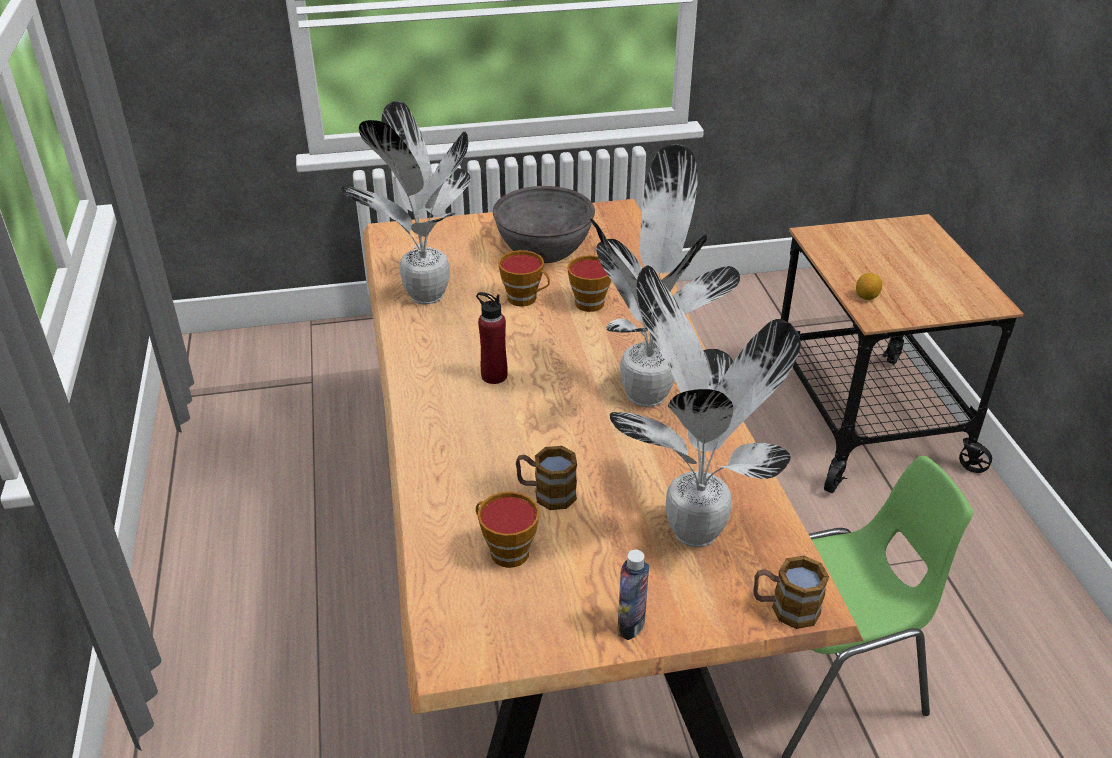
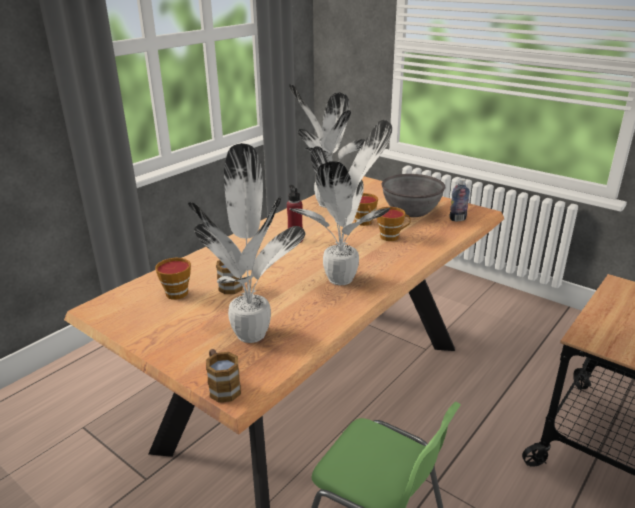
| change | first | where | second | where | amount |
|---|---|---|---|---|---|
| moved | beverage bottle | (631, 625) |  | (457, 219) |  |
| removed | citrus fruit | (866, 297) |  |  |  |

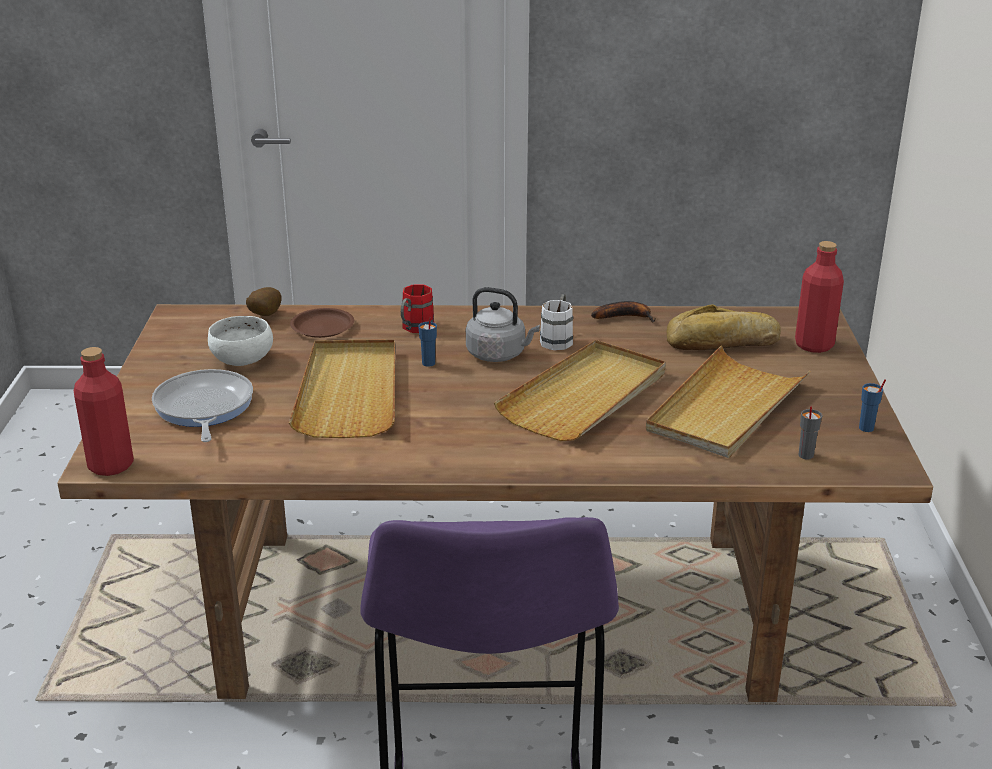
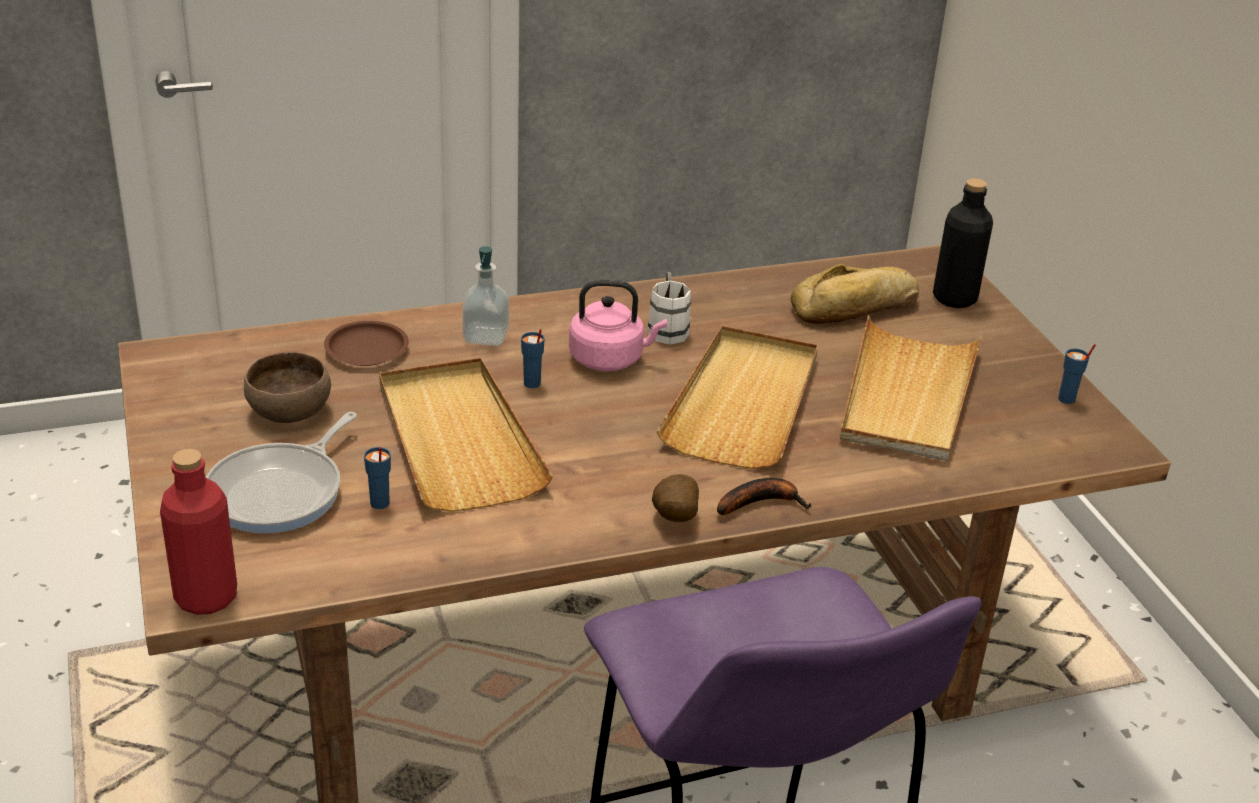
| change | first | where | second | where | amount |
|---|---|---|---|---|---|
| turned | skillet | (203, 408) |  | (281, 492) | 120 degrees counterclockwise |
| recoloured | whitish bowl | (241, 359) | brown-coloured bowl | (288, 412) |  |
| added |  |  | blue-coloured small cup | (379, 504) |  |
| replaced | red-coloured mug | (414, 329) | liquid soap bottle | (486, 337) |  |
| recoloured | grey kettle | (499, 354) | pinkish kettle | (610, 359) |  |
| moved | potato | (263, 316) |  | (673, 519) |  |
| moved | banana | (625, 317) |  | (761, 502) |  |
| recoloured | red-coloured beverage bottle | (814, 345) | black beverage bottle | (954, 298) |  |
| removed | grey small cup | (805, 455) |  |  |  |

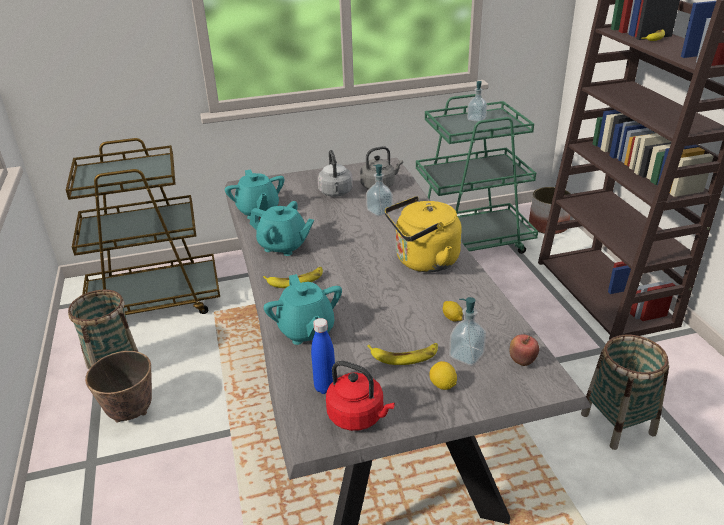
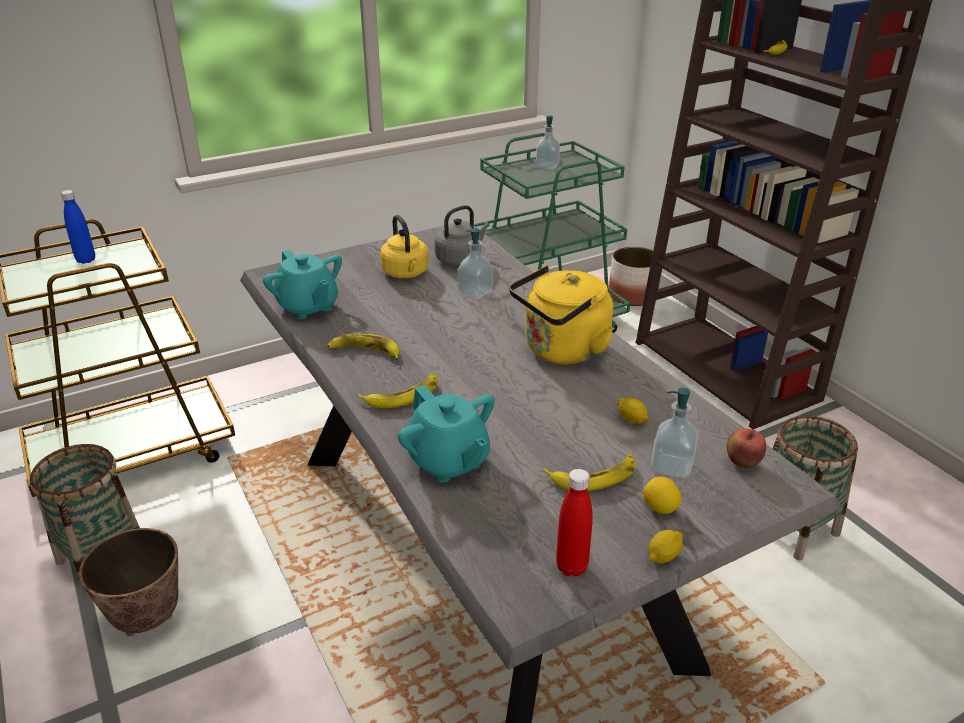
| change | first | where | second | where | amount |
|---|---|---|---|---|---|
| moved | blue-coloured beverage bottle | (325, 387) |  | (86, 260) |  |
| replaced | turquoise pot for tea | (283, 246) | banana | (365, 351) |  |
| recoloured | grey kettle | (336, 193) | yellowish kettle | (406, 273) |  |
| replaced | red-coloured kettle | (358, 416) | red-coloured beverage bottle | (571, 567) |  |
| added |  |  | citrus fruit | (663, 556) |  |

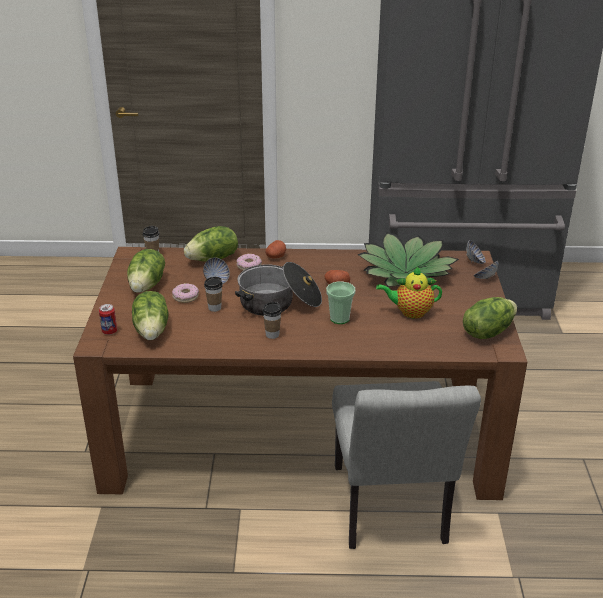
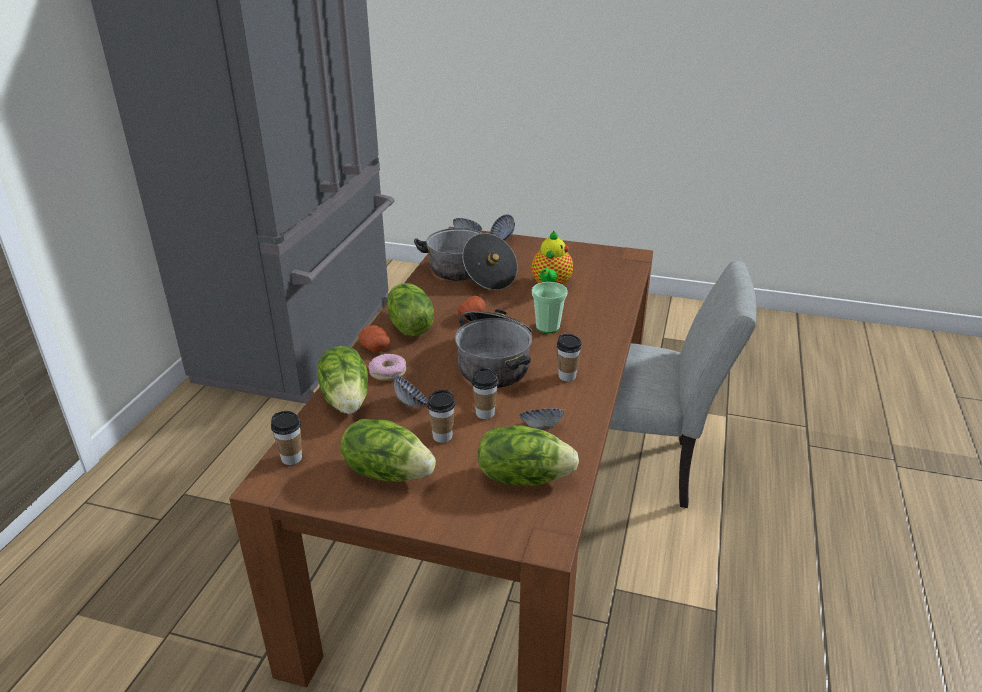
| change | first | where | second | where | amount |
|---|---|---|---|---|---|
| moved | head of lettuce | (487, 332) |  | (409, 327) |  |
| replaced | potted plant | (406, 273) | saucepot | (469, 274) |  |
| replaced | ring doughnut | (185, 297) | small cup | (442, 436) |  |
| added |  |  | bowl | (541, 428) |  |
| removed | sealed can | (109, 331) |  |  |  |

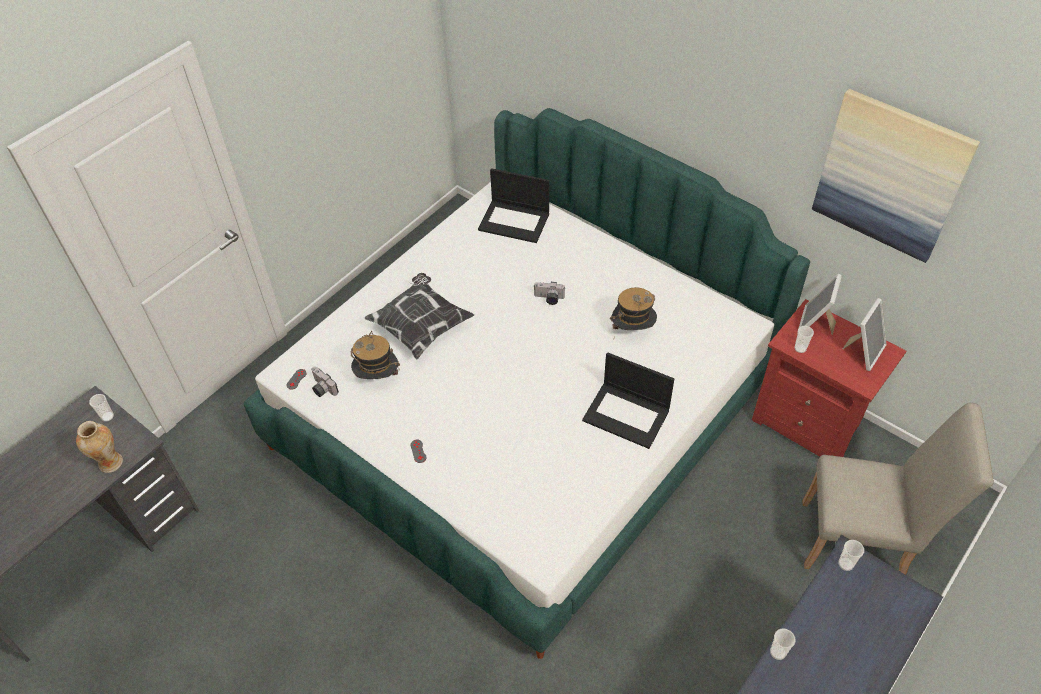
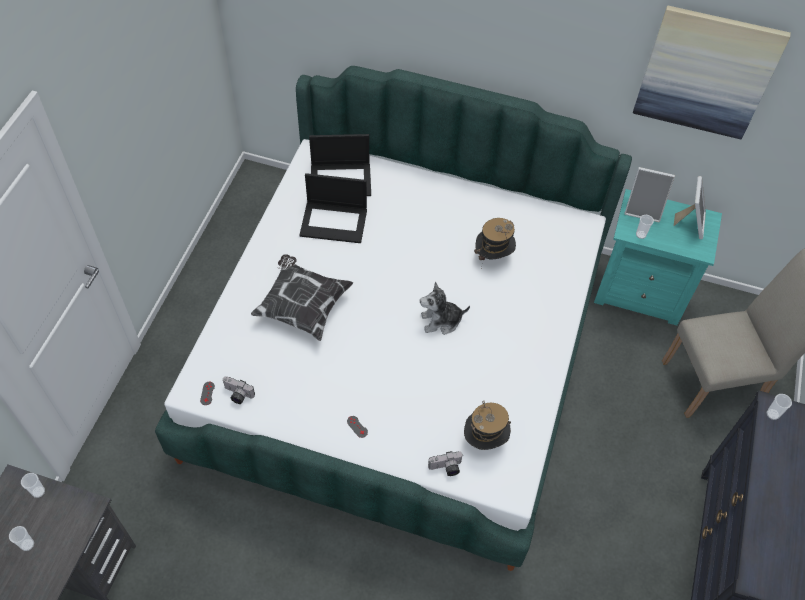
| change | first | where | second | where | amount |
|---|---|---|---|---|---|
| moved | small cup | (777, 652) |  | (27, 544) |  |
| moved | laptop | (627, 415) |  | (334, 222) |  |
| added |  |  | soft toy | (441, 321) |  |
| moved | still camera | (548, 299) |  | (446, 468) |  |
| moved | hat | (378, 378) |  | (485, 440) |  |
| recoloured | red-coloured bedside table | (810, 423) | turquoise bedside table | (640, 292) |  |
| turned | standing frame | (816, 324) |  | (643, 209) | 75 degrees counterclockwise |
| removed | vase | (110, 463) |  |  |  |

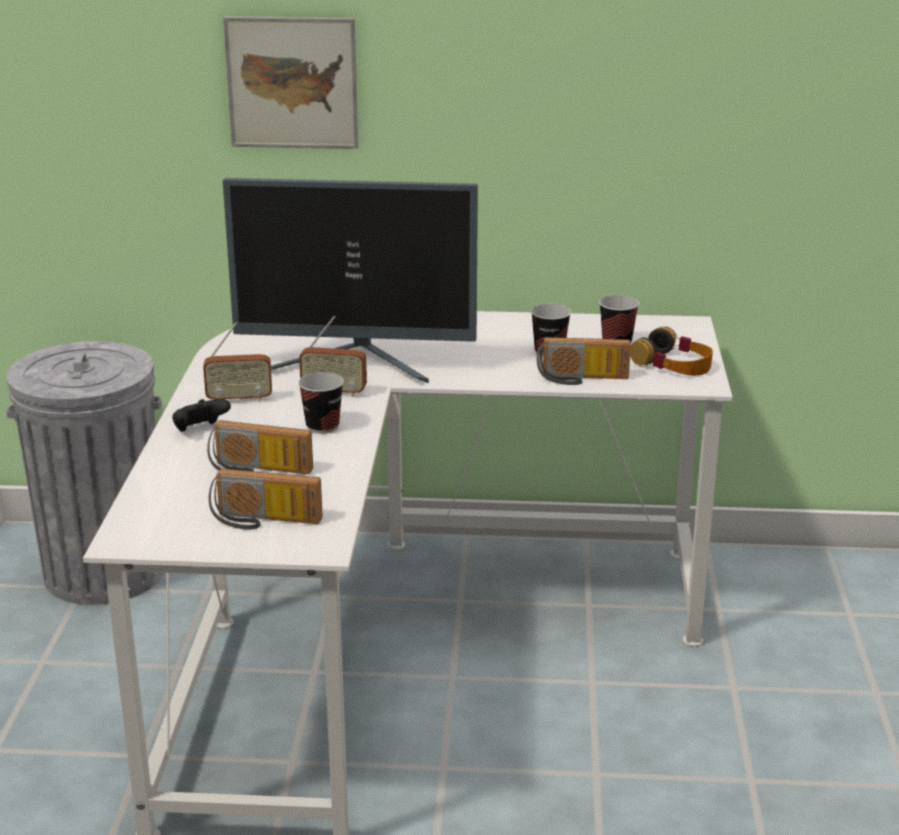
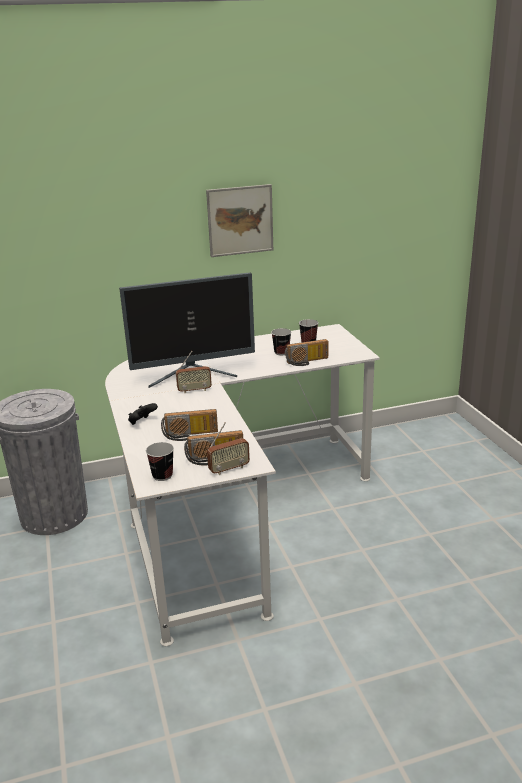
| change | first | where | second | where | amount |
|---|---|---|---|---|---|
| moved | small cup | (322, 427) |  | (162, 475) |  |
| moved | wall picture | (292, 82) |  | (240, 220) |  |
| moved | radio | (239, 399) |  | (229, 469) |  |
| removed | pair of headphones | (673, 364) |  |  |  |

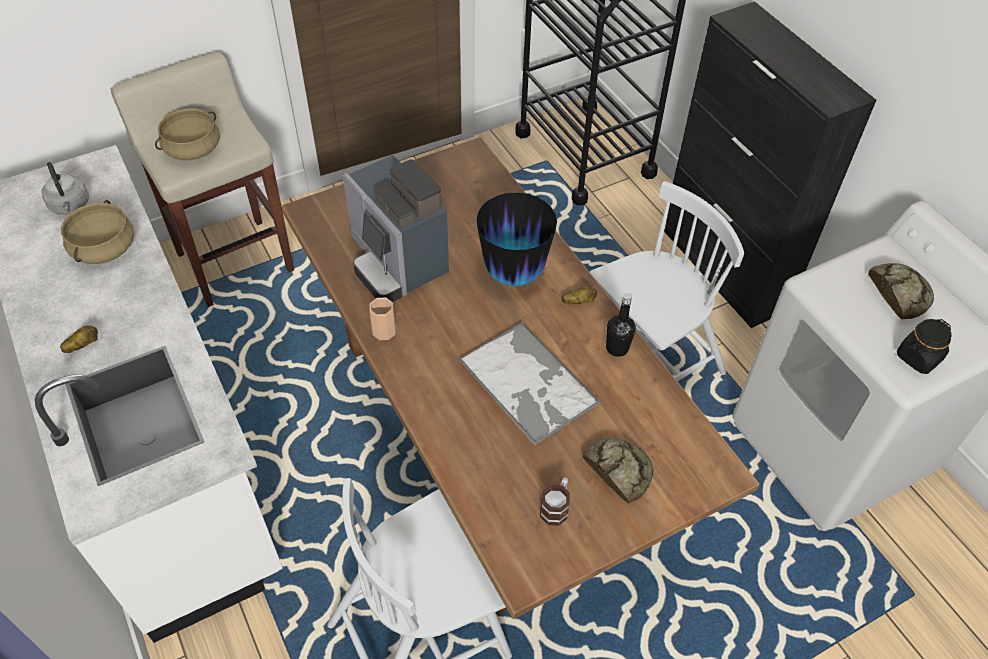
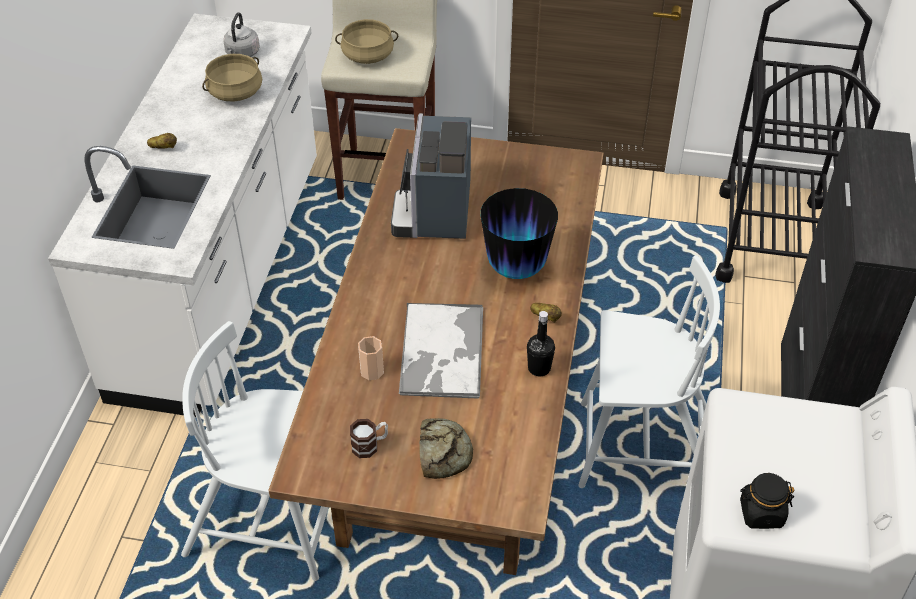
| change | first | where | second | where | amount |
|---|---|---|---|---|---|
| moved | small cup | (384, 331) |  | (372, 371) |  |
| removed | baked bread | (899, 293) |  |  |  |

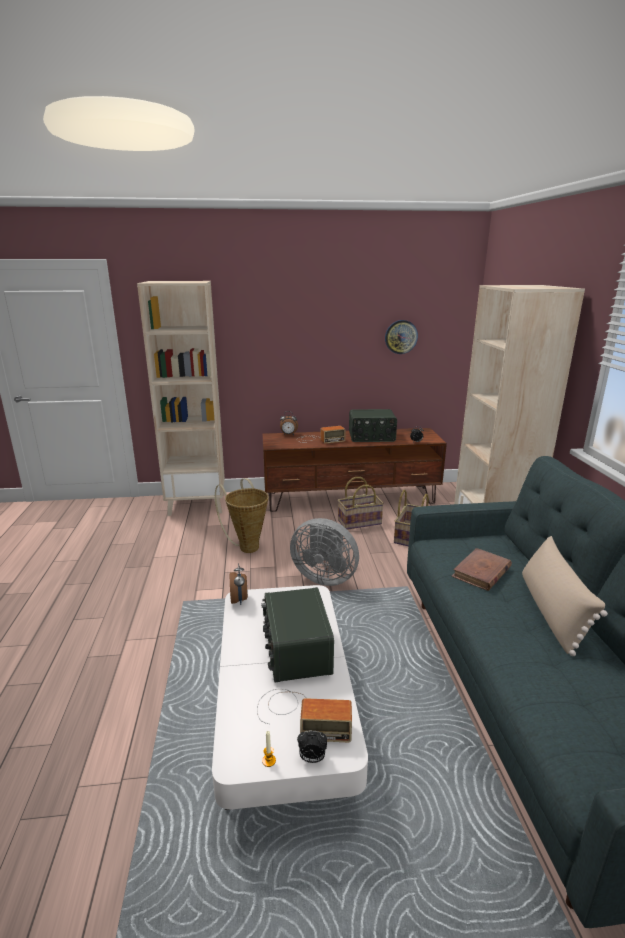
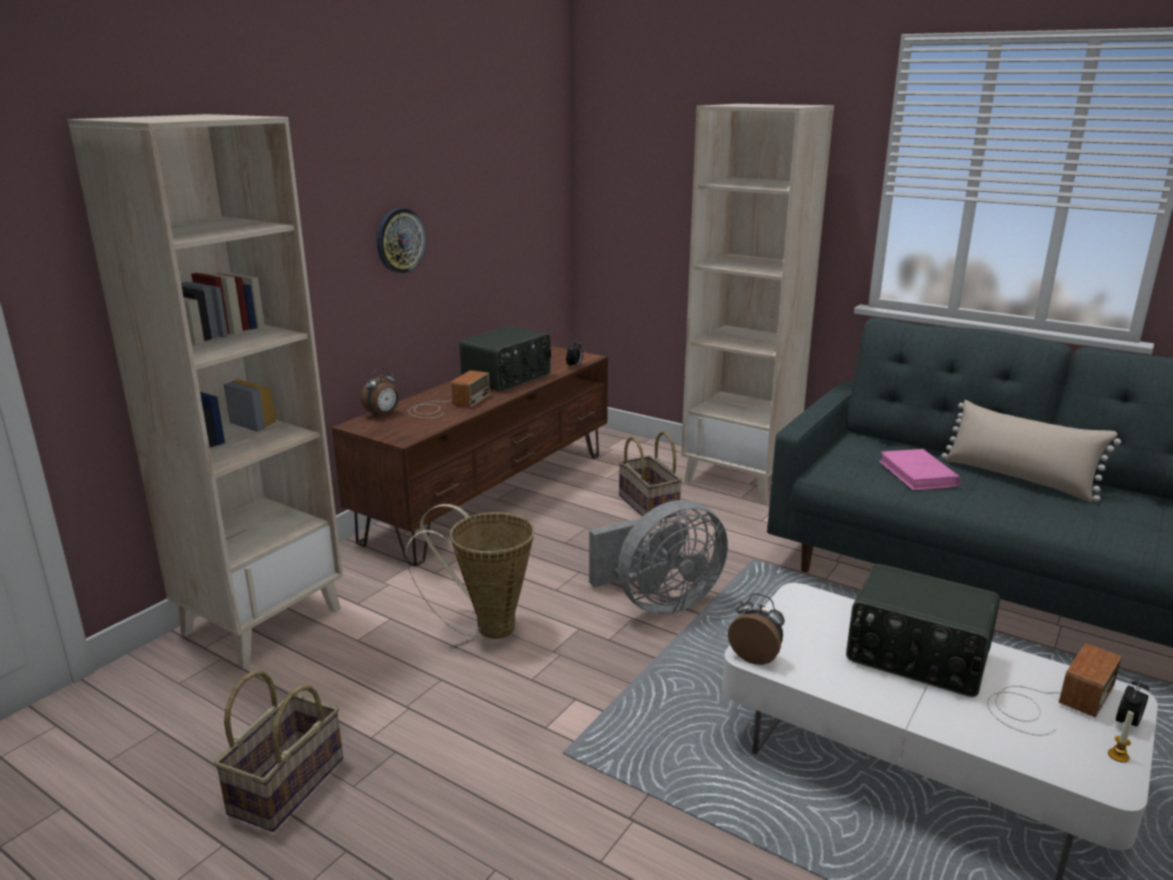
| change | first | where | second | where | amount |
|---|---|---|---|---|---|
| moved | basket | (359, 522) |  | (286, 784) |  |
| moved | wall clock | (401, 337) |  | (400, 240) |  |
| recoloured | brown-coloured bound book | (481, 572) | pinkish bound book | (918, 474) |  |

